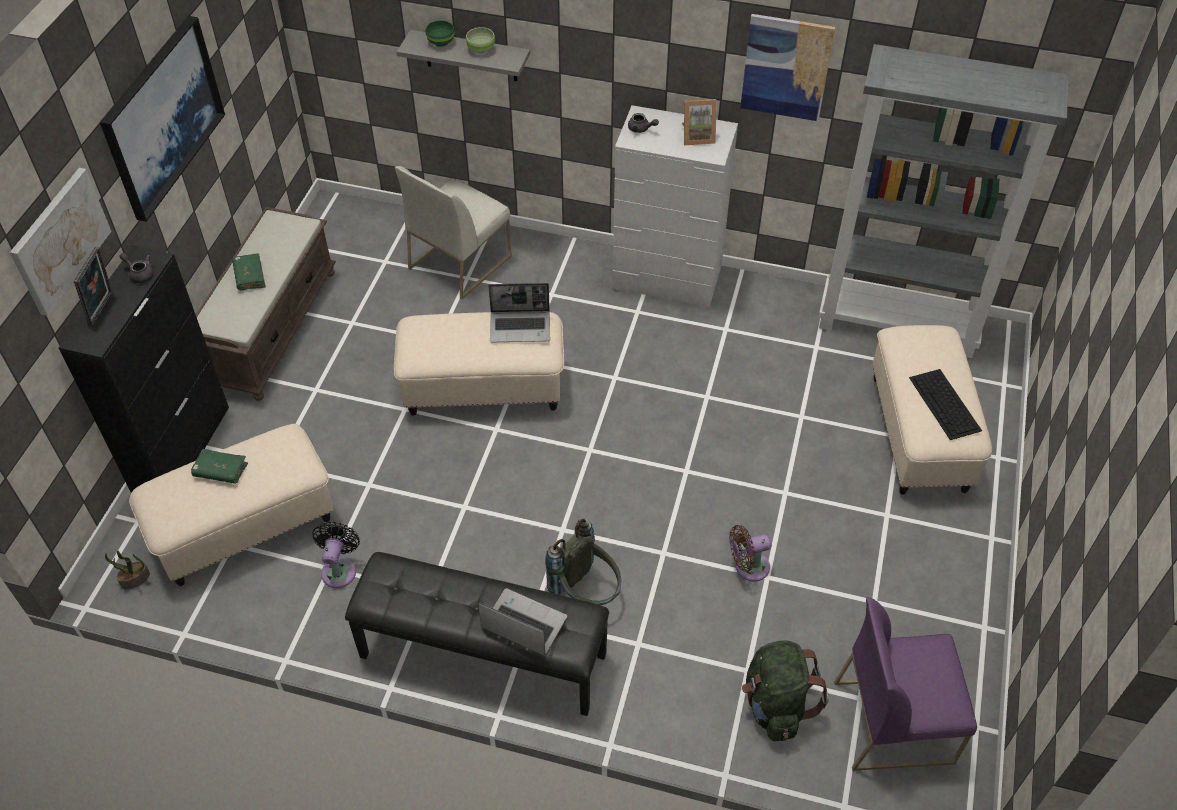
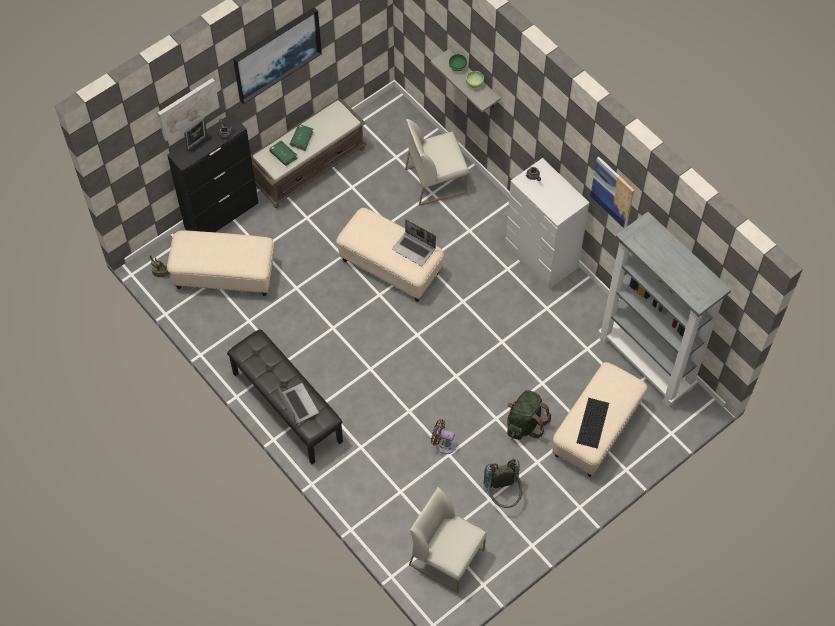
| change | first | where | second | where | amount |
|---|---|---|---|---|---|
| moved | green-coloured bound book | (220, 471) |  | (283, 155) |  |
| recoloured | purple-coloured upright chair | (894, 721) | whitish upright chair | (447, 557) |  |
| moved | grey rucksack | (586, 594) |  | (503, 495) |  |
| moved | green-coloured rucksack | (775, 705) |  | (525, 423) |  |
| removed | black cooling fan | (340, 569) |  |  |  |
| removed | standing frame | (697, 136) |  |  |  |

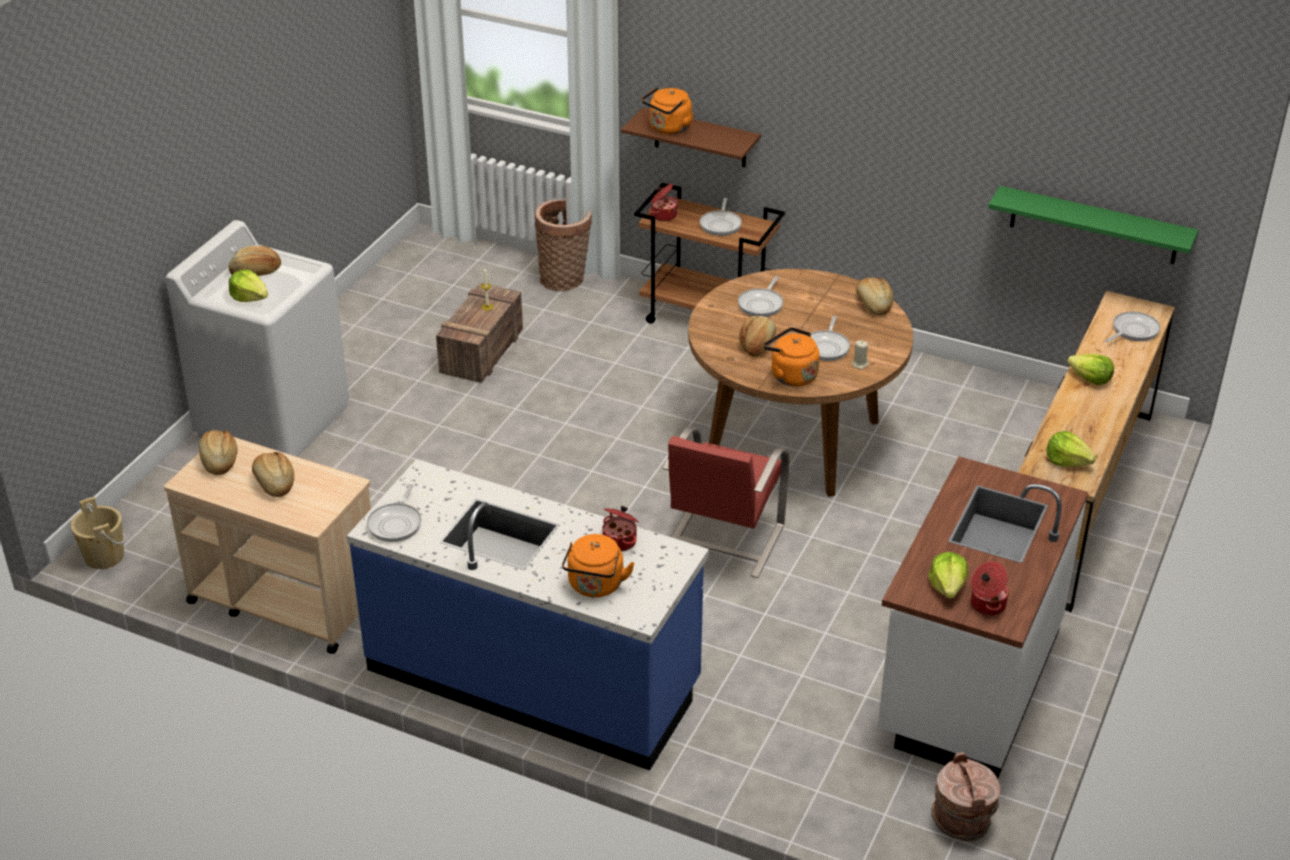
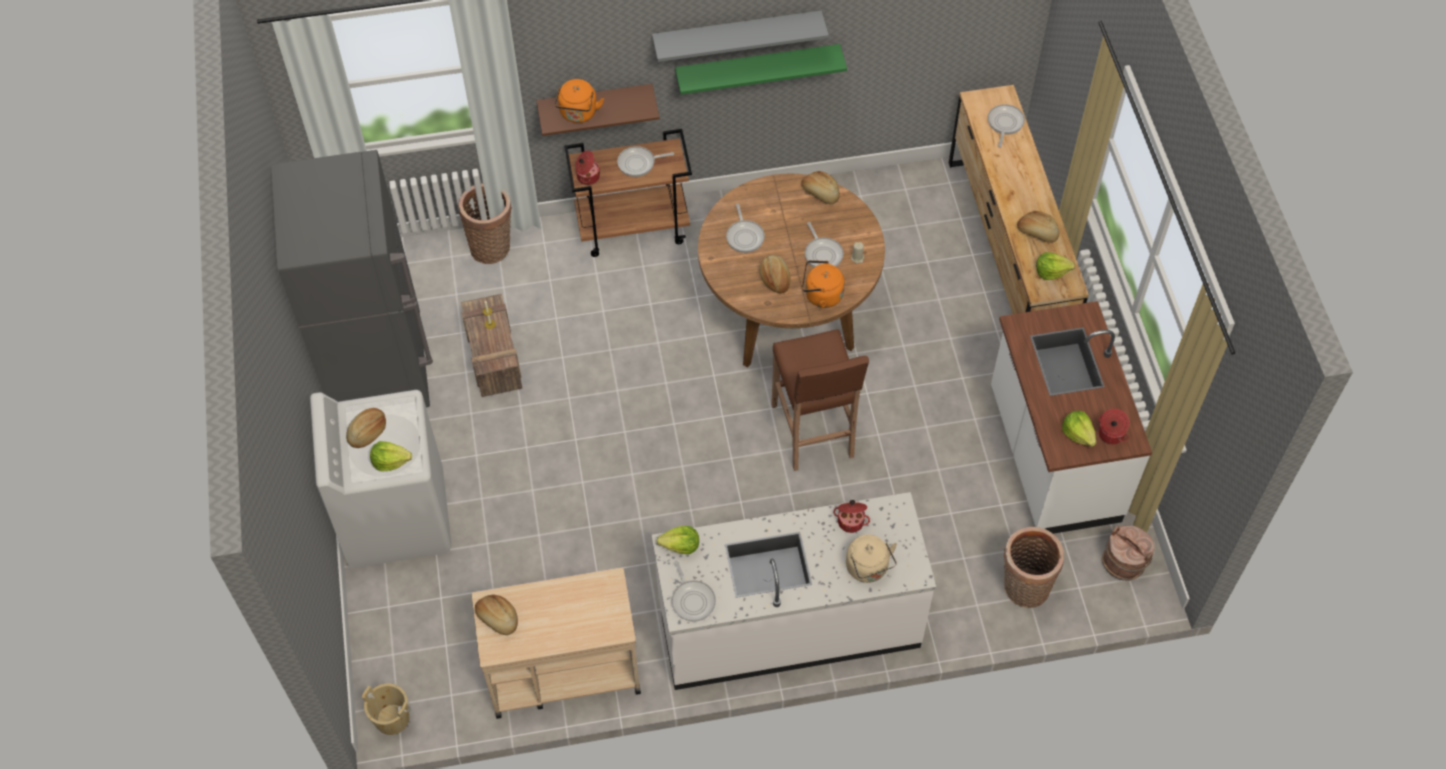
| change | first | where | second | where | amount |
|---|---|---|---|---|---|
| added |  |  | grey fridge | (380, 369) |  |
| turned | skillet | (721, 224) |  | (639, 163) | 105 degrees clockwise |
| added |  |  | grey bracket shelf | (737, 35) |  |
| recoloured | blue-coloured kitchen base unit | (534, 677) | whitish kitchen base unit | (788, 624) |  |
| moved | head of lettuce | (1090, 379) |  | (680, 546) |  |
| moved | green-coloured bracket shelf | (1094, 225) |  | (757, 67) |  |
| replaced | red-coloured upright chair | (722, 541) | brown-coloured sitting stool | (813, 432) |  |
| recoloured | orange kettle | (595, 586) | sand-coloured kettle | (868, 569) |  |
| added |  |  | basket | (1023, 588) |  |
| moved | baked bread | (274, 483) |  | (1037, 233) |  |

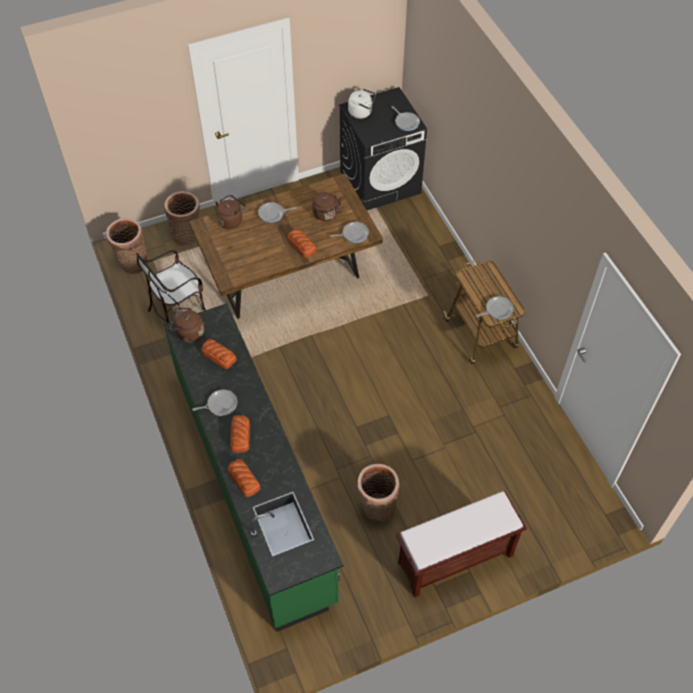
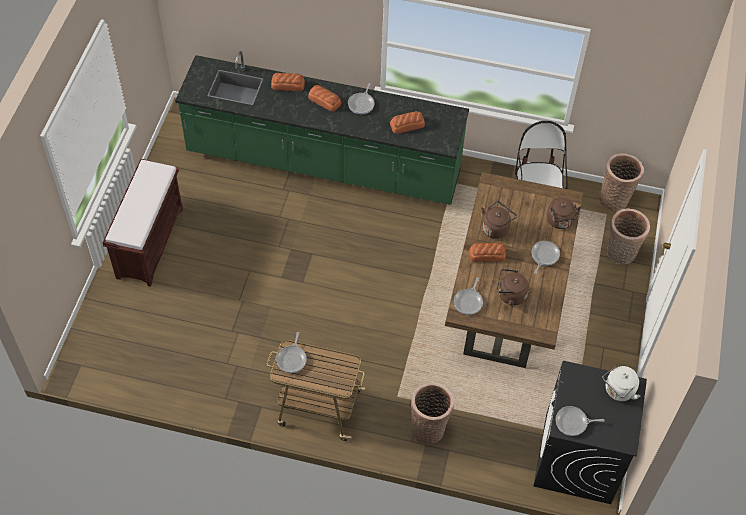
| change | first | where | second | where | amount |
|---|---|---|---|---|---|
| moved | basket | (376, 507) |  | (429, 427) |  |
| moved | brown-coloured kettle | (188, 333) |  | (496, 228) |  |

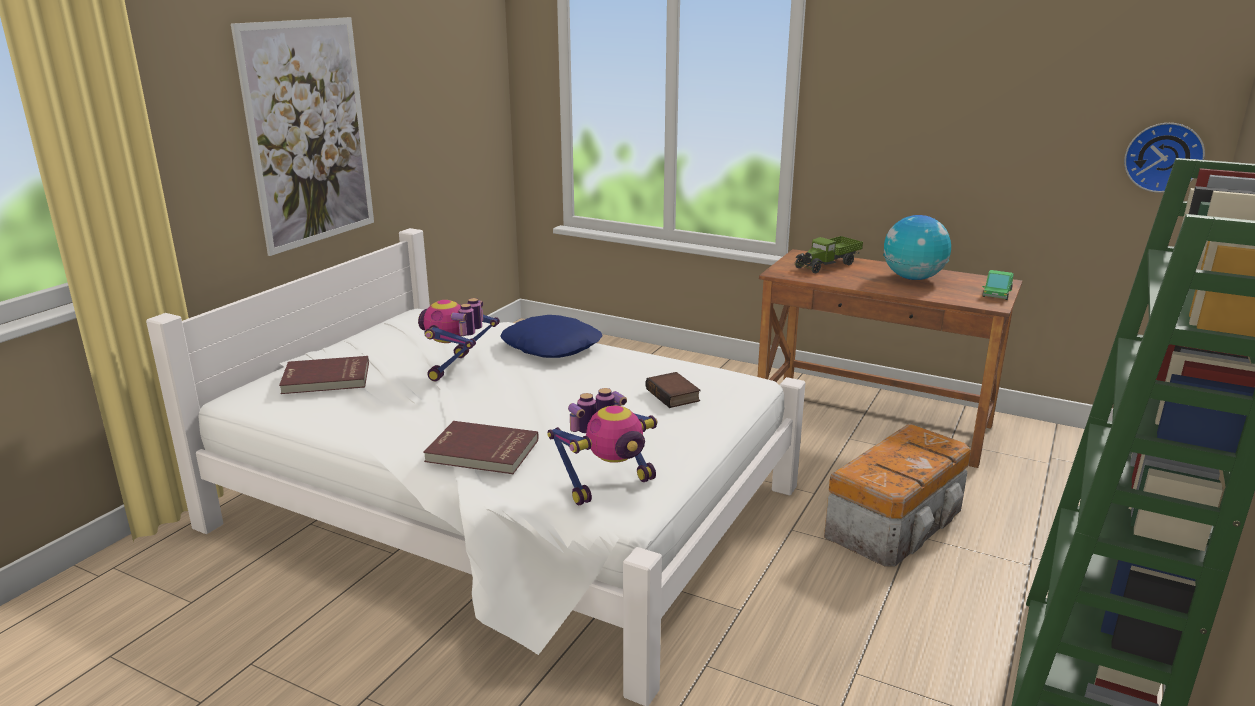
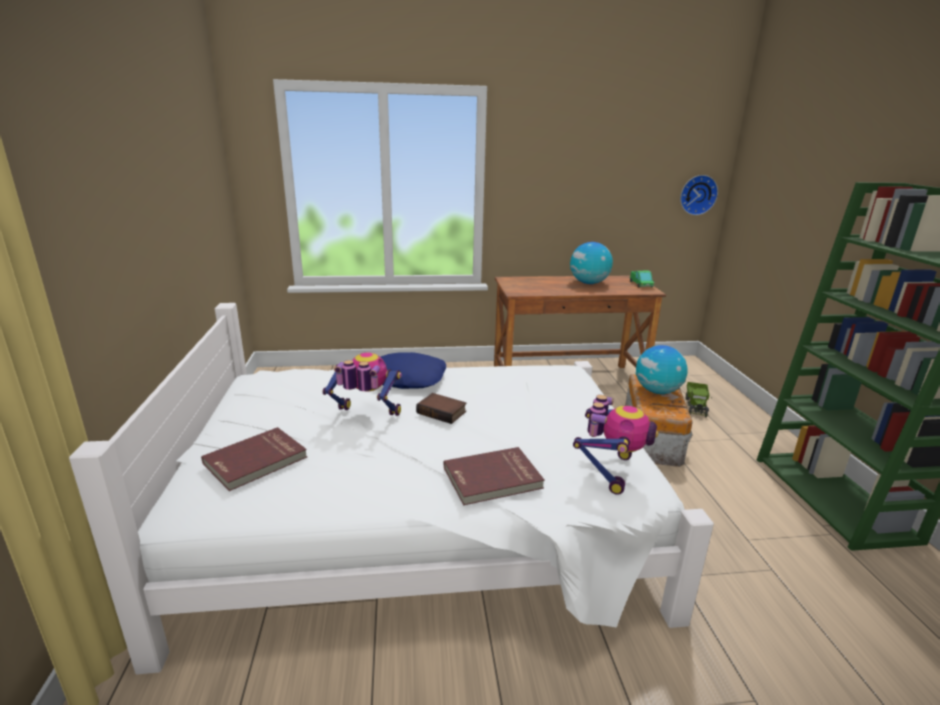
| change | first | where | second | where | amount |
|---|---|---|---|---|---|
| turned | robot figure | (458, 368) |  | (366, 416) | 120 degrees clockwise |
| moved | bound book | (674, 395) |  | (442, 412) |  |
| added |  |  | desk globe | (657, 391) |  |
| moved | toy truck | (828, 265) |  | (696, 406) |  |
| removed | wall picture | (309, 134) |  |  |  |

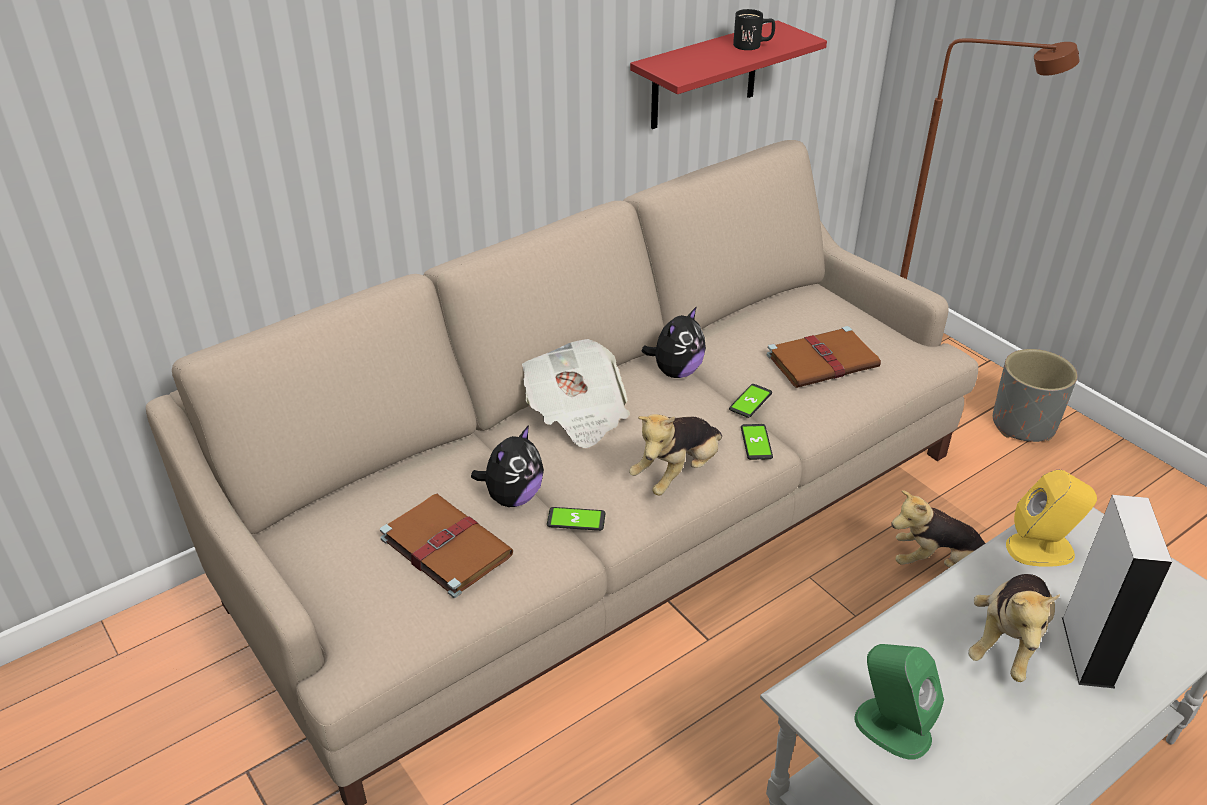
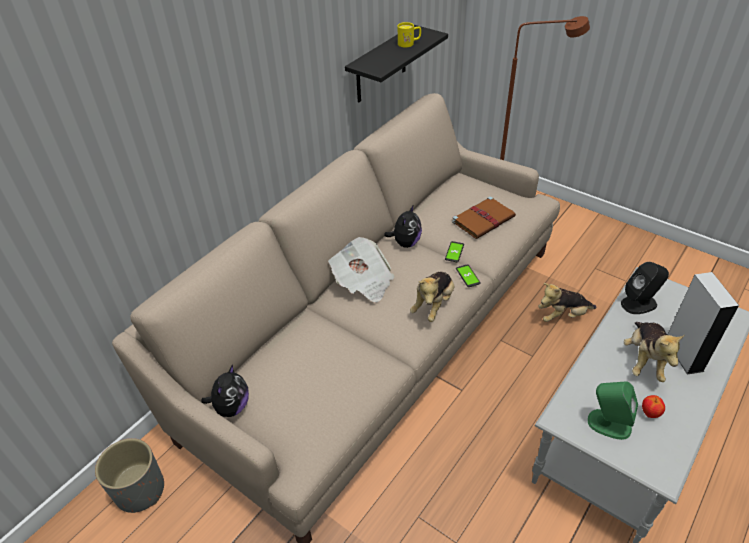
| change | first | where | second | where | amount |
|---|---|---|---|---|---|
| moved | grey planter | (1023, 424) |  | (140, 490) |  |
| moved | soft toy | (512, 497) |  | (231, 407) |  |
| recoloured | red-coloured bracket shelf | (704, 76) | black bracket shelf | (381, 65) |  |
| recoloured | black mug | (753, 45) | yellowish mug | (409, 43) |  |
| recoloured | yellowish loudspeaker | (1041, 549) | black loudspeaker | (639, 303) |  |
| added |  |  | apple | (650, 413) |  |
| removed | brown-coloured bound book | (444, 546) |  |  |  |
| removed | handset | (576, 520) |  |  |  |

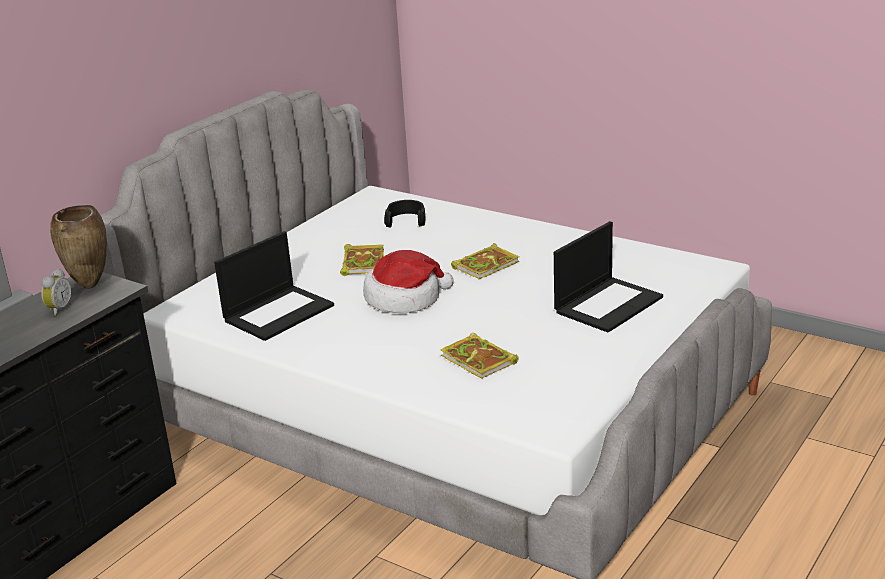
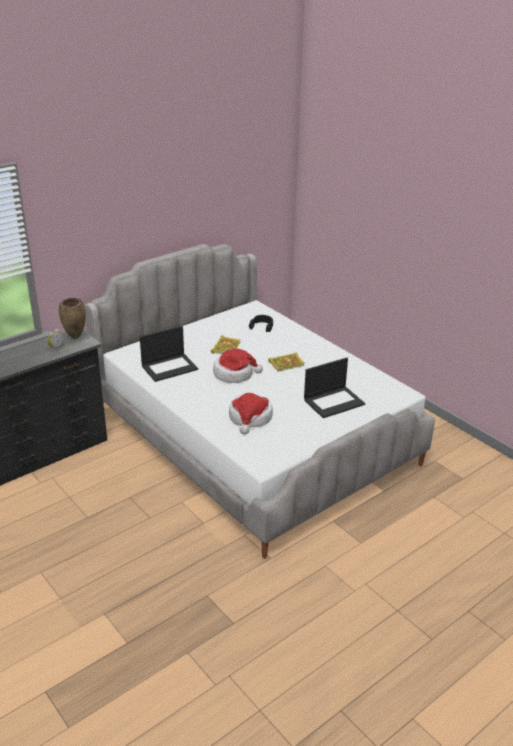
| change | first | where | second | where | amount |
|---|---|---|---|---|---|
| replaced | bound book | (480, 360) | hat | (250, 418) |  |

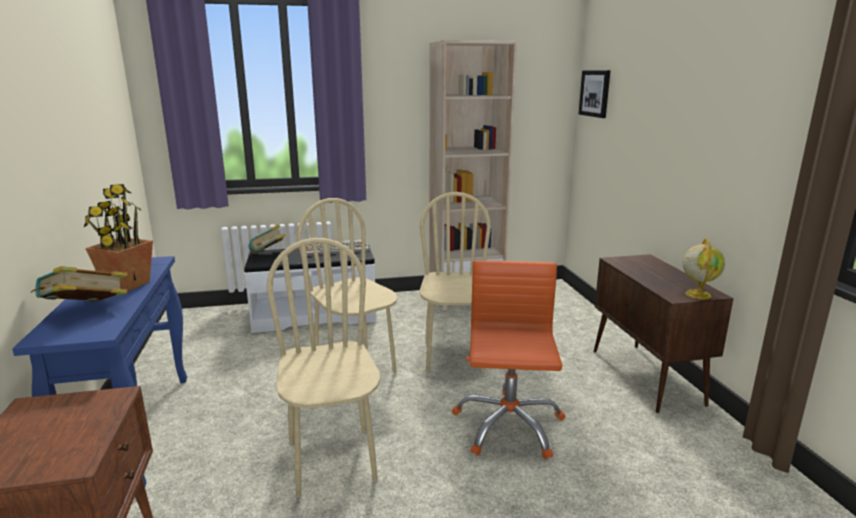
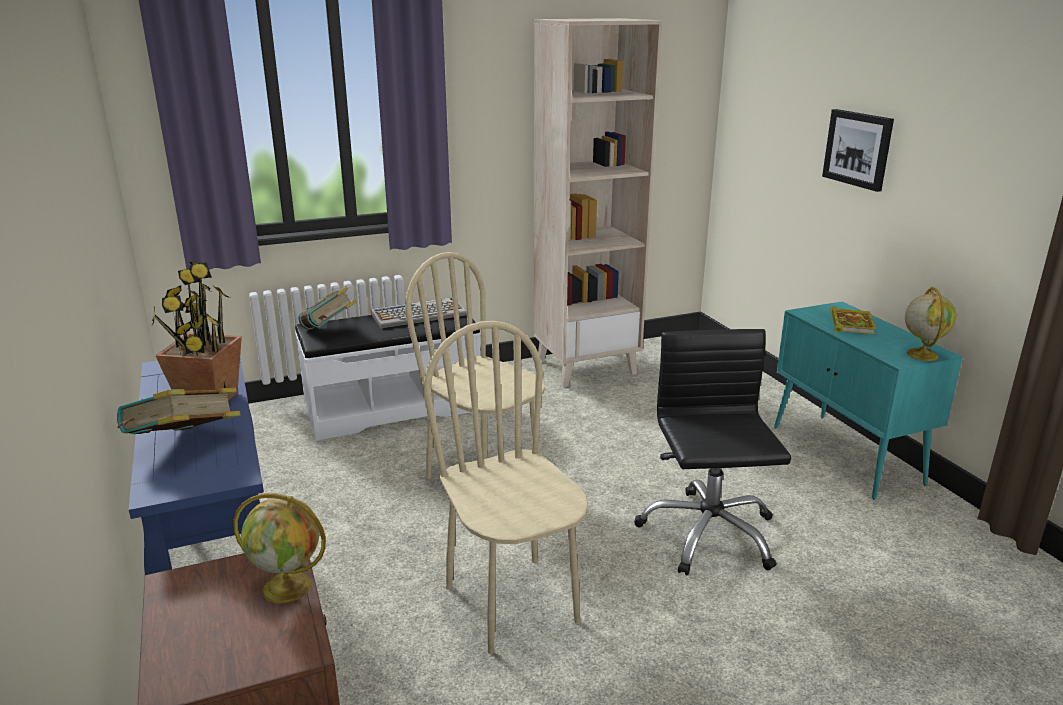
| change | first | where | second | where | amount |
|---|---|---|---|---|---|
| added |  |  | desk globe | (288, 587) |  |
| recoloured | orange computer chair | (508, 425) | black computer chair | (708, 533) |  |
| recoloured | brown-coloured storage cabinet | (646, 377) | turquoise storage cabinet | (847, 455) |  |
| moved | wall picture | (595, 93) |  | (858, 149) |  |
| added |  |  | bound book | (851, 323) |  |
| removed | sand-coloured upright chair | (454, 357) |  |  |  |

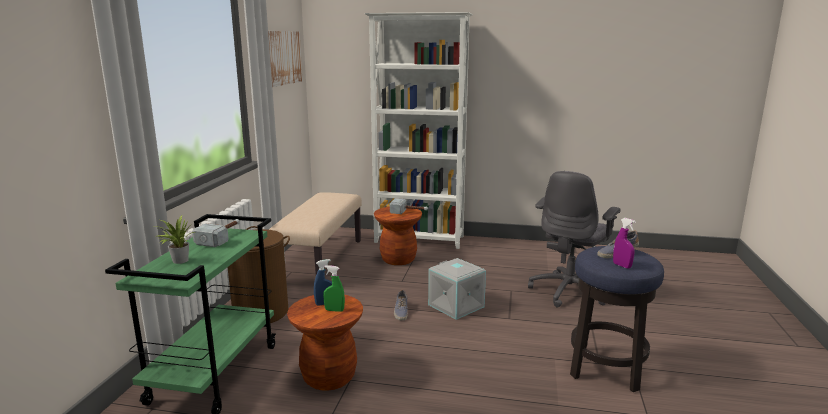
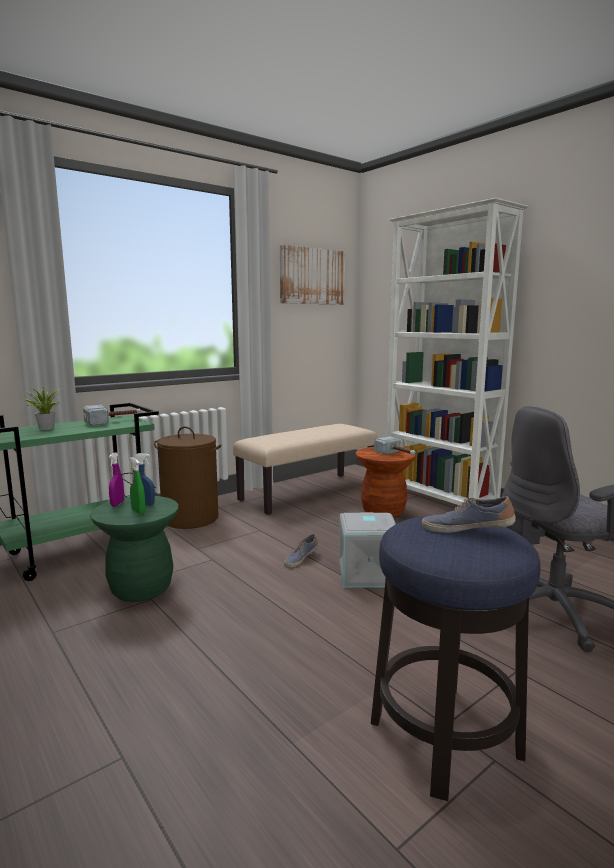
| change | first | where | second | where | amount |
|---|---|---|---|---|---|
| recoloured | brown-coloured sitting stool | (329, 377) | green-coloured sitting stool | (141, 589) |  |
| moved | purple-coloured spray bottle | (622, 266) |  | (117, 504) |  |

